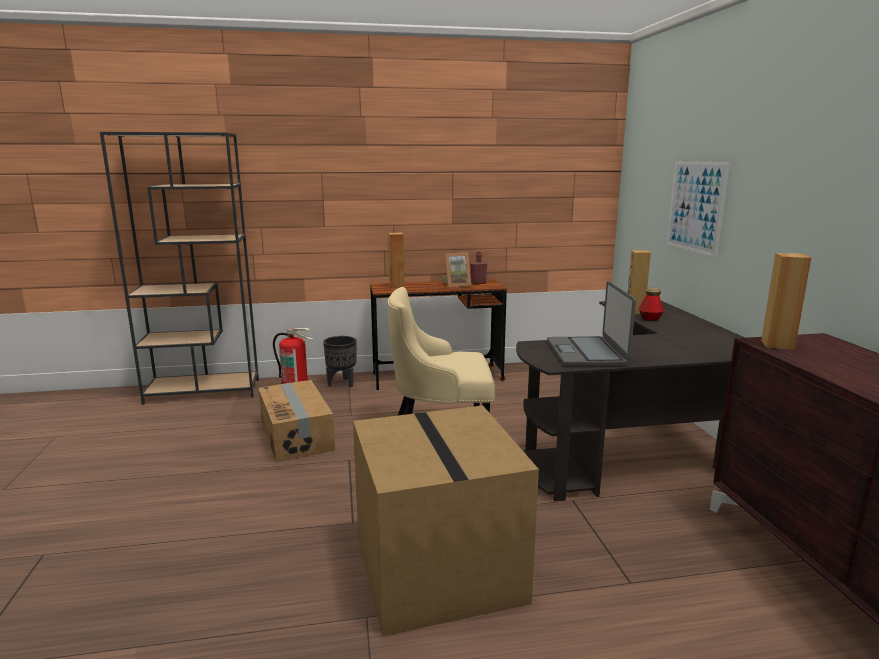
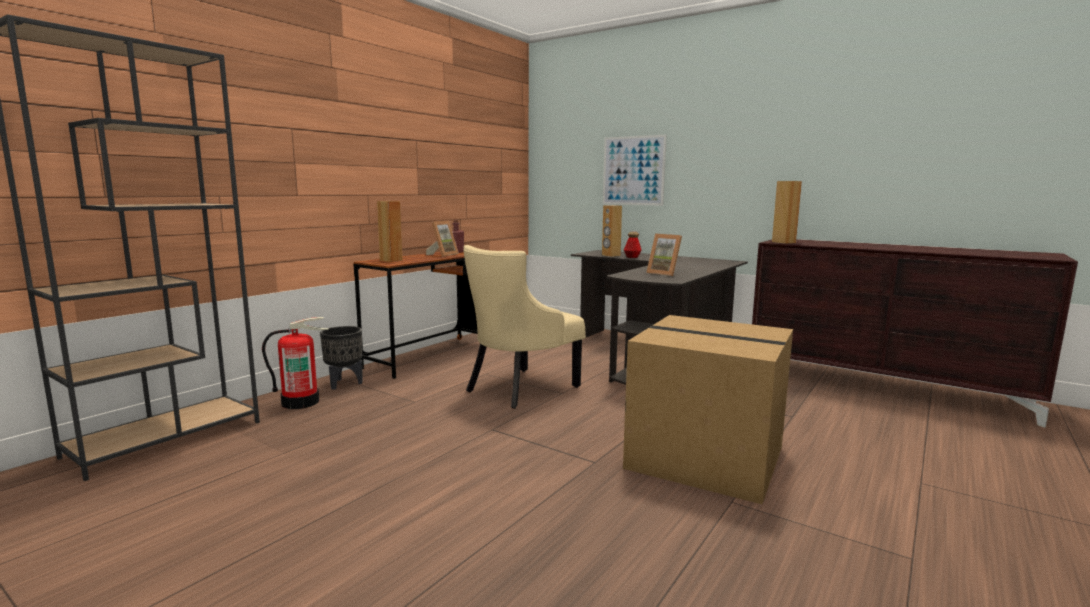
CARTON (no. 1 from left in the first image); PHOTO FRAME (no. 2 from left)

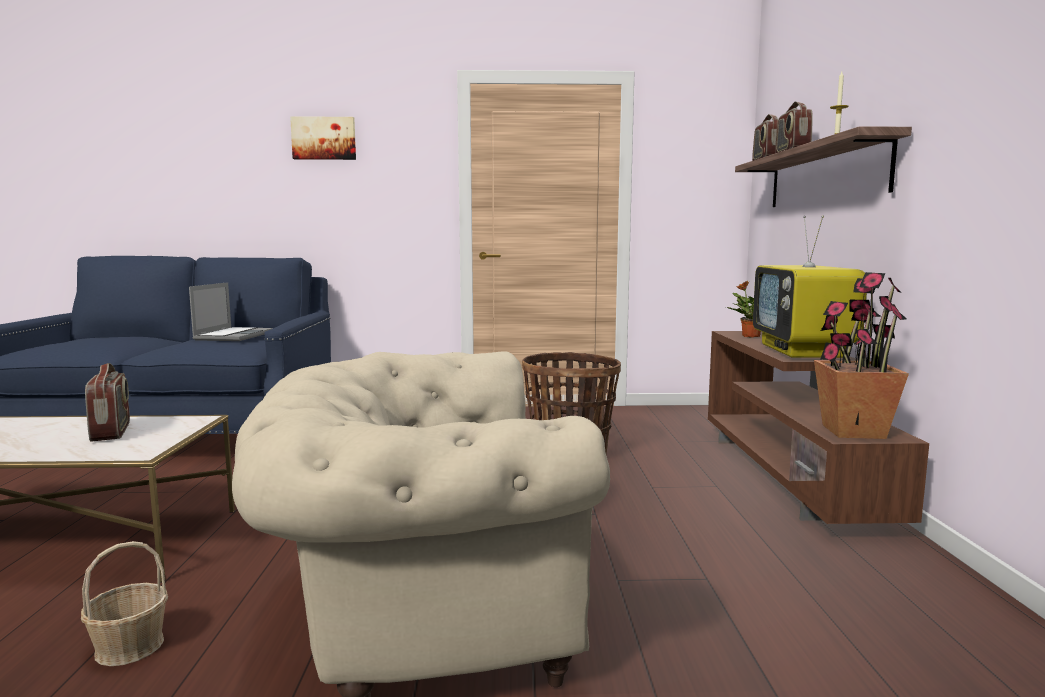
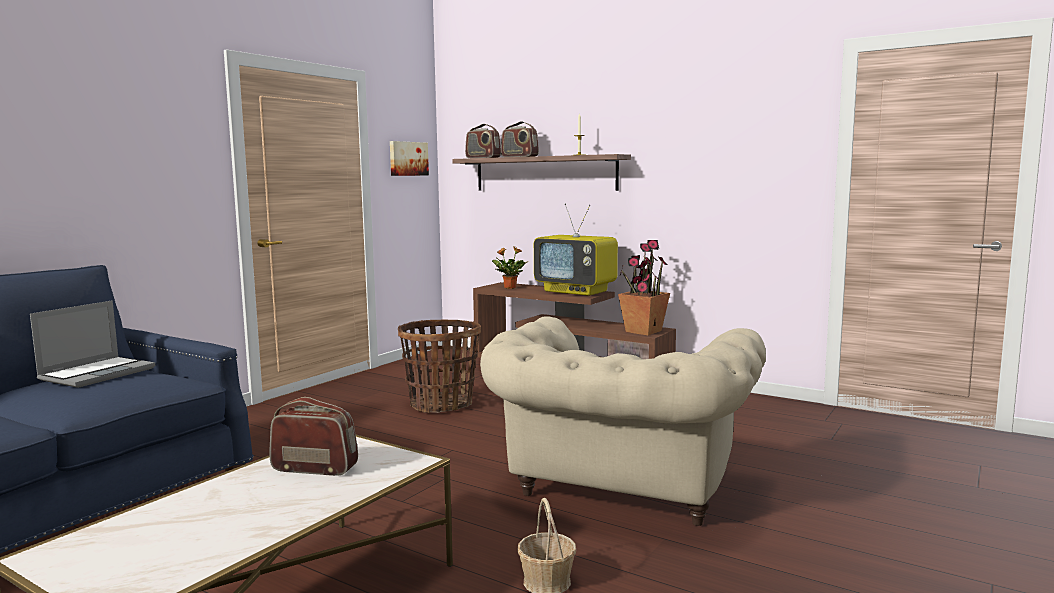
PICTURE; PORTABLE COMPUTER

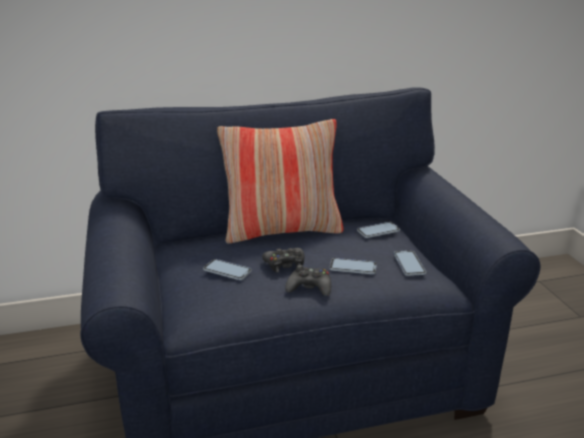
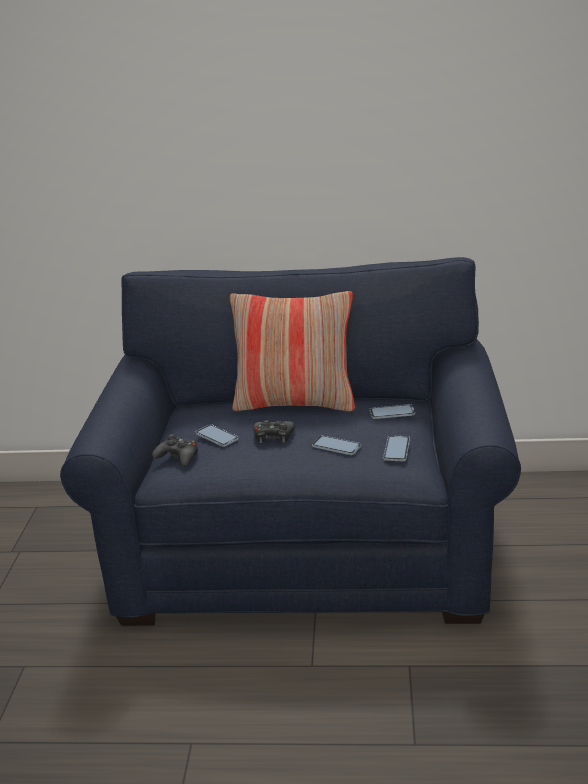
BLACK GAMEPAD (no. 1 from left)

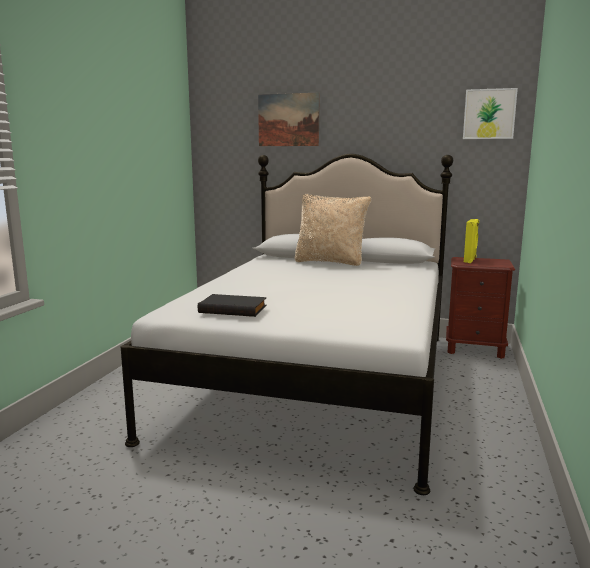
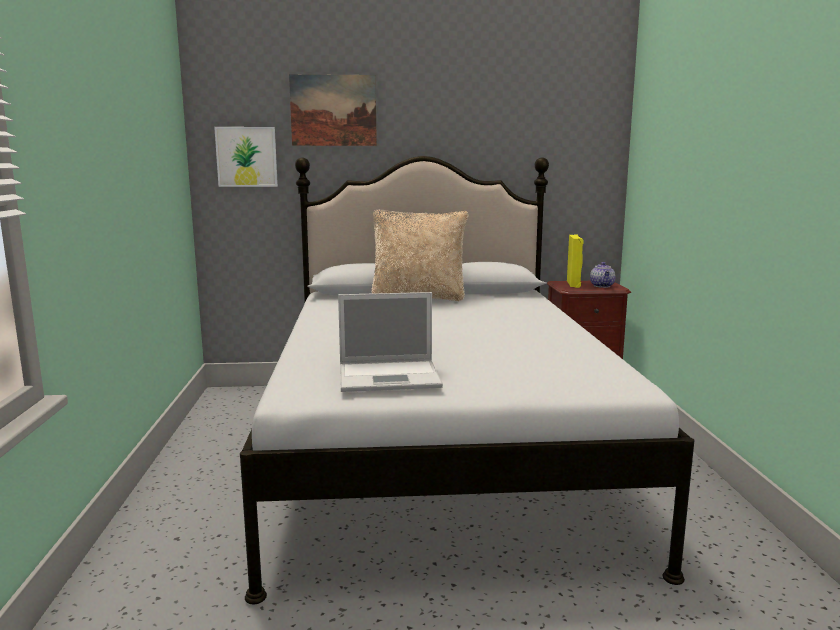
TEA POT; PICTURE (no. 1 from left); PORTABLE COMPUTER

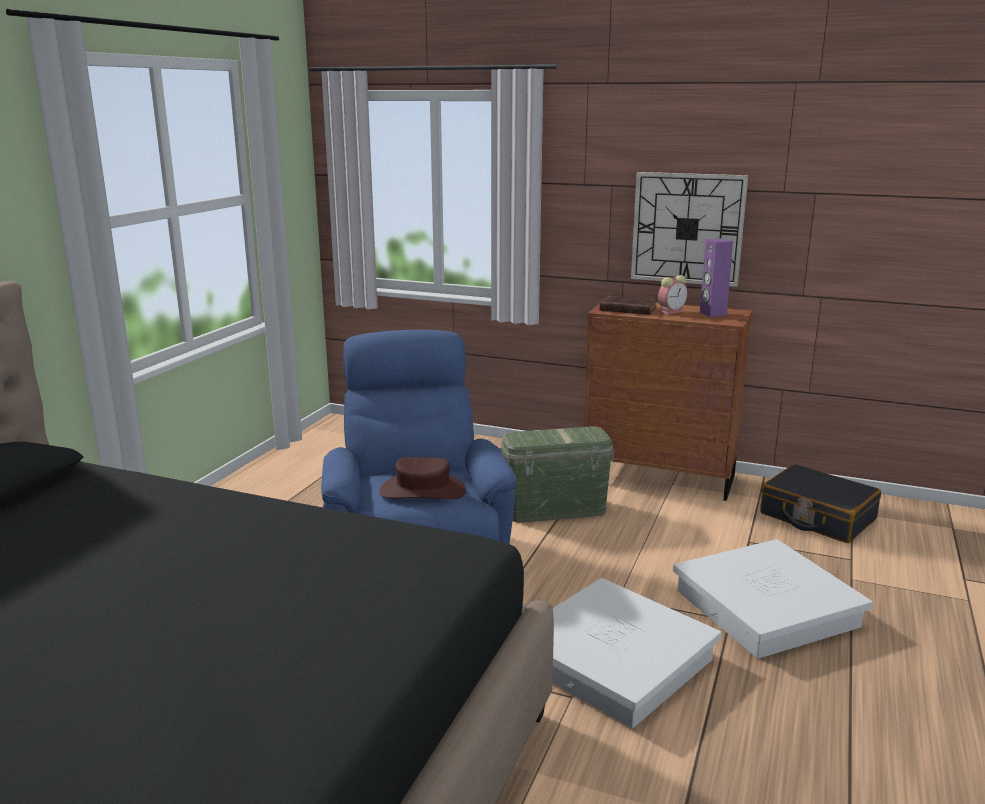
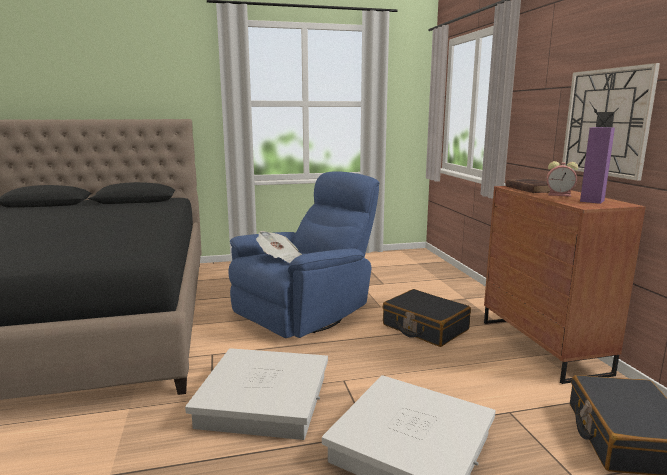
PRINTED PAPER; BLACK TRAVEL CASE (no. 1 from left)

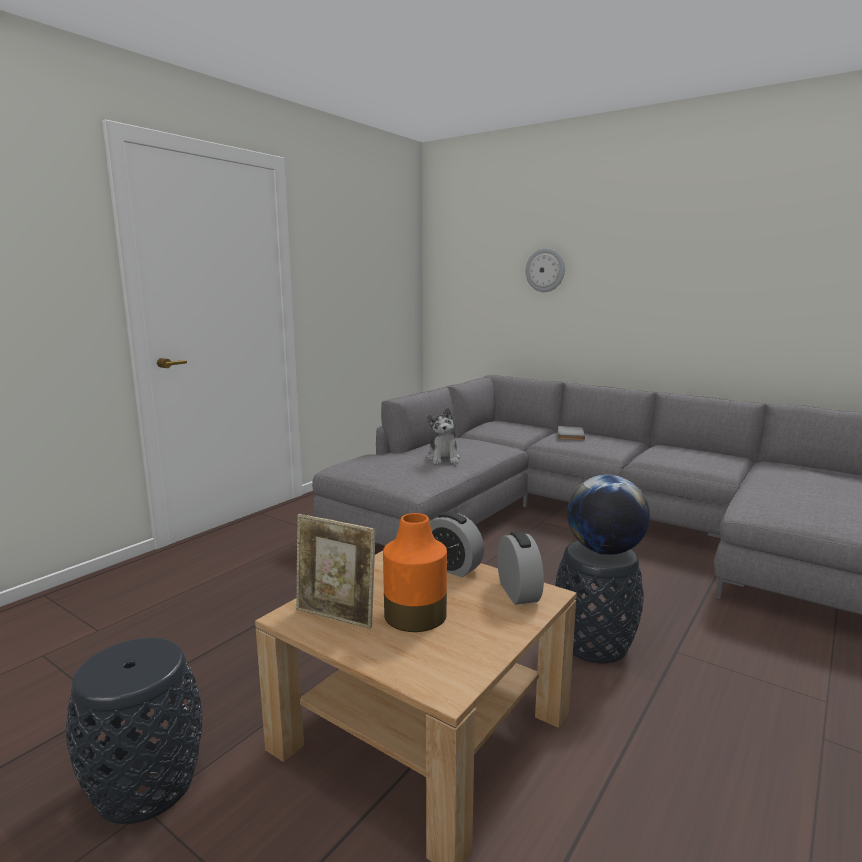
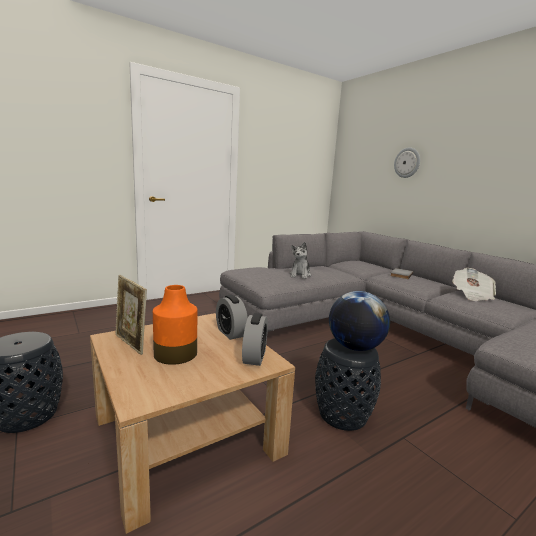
PRINTED PAPER

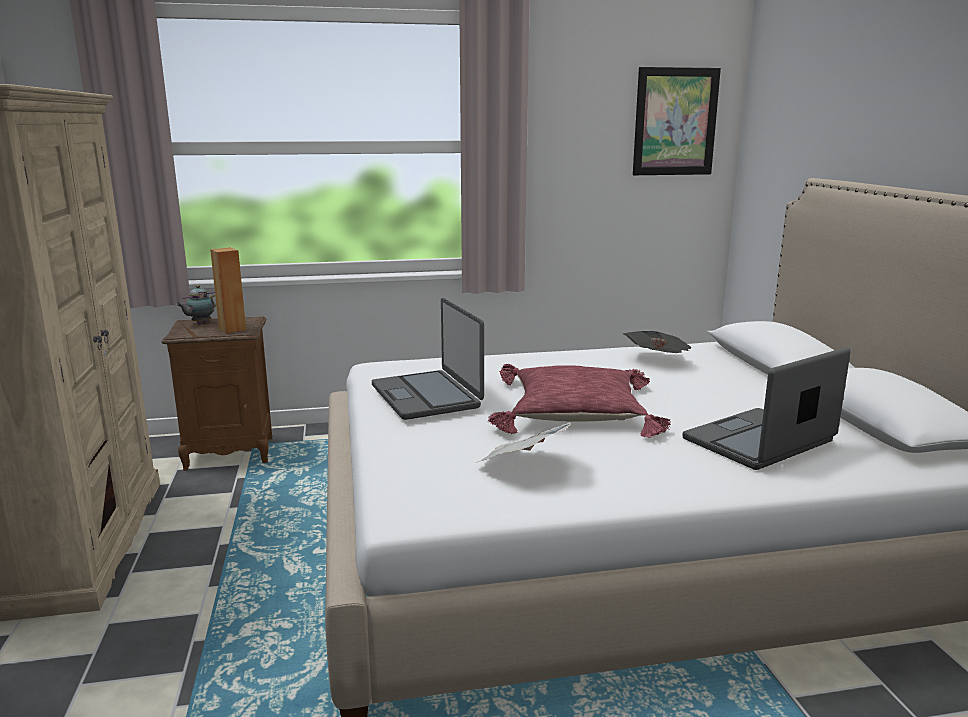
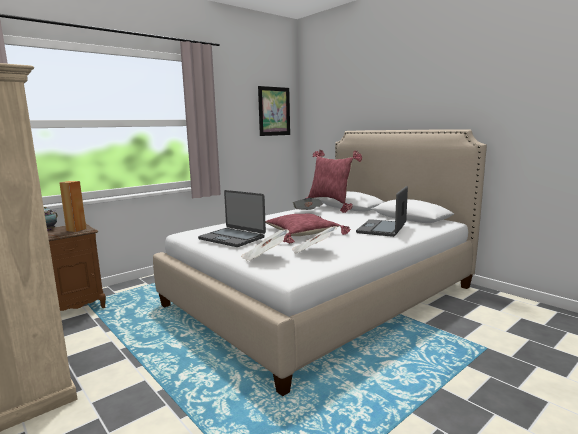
PRINTED PAPER (no. 1 from left); RED THROW PILLOW (no. 2 from left)

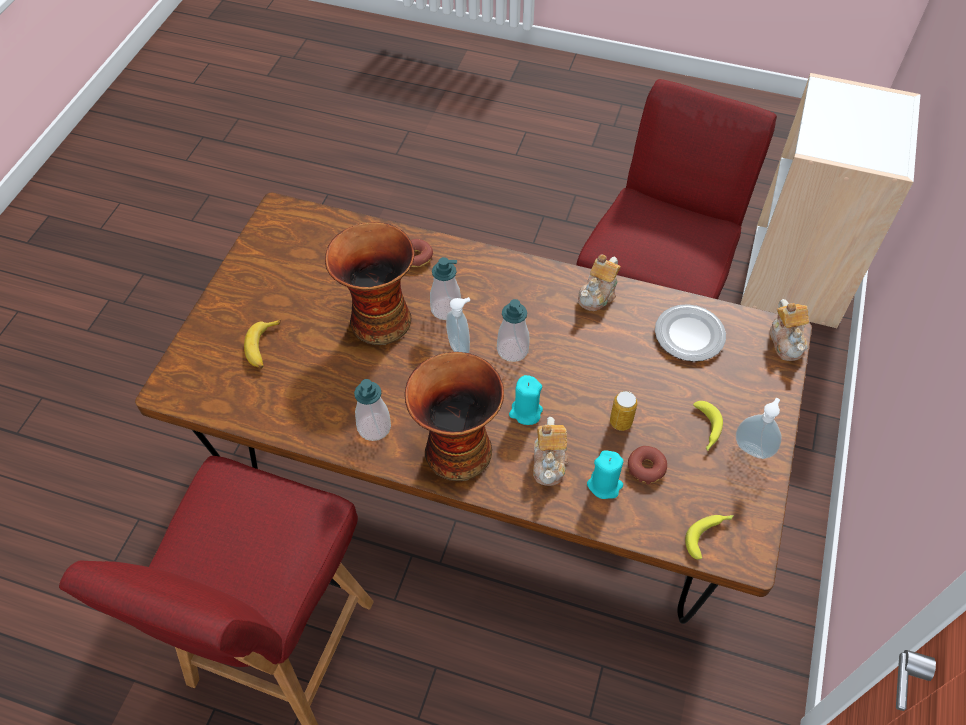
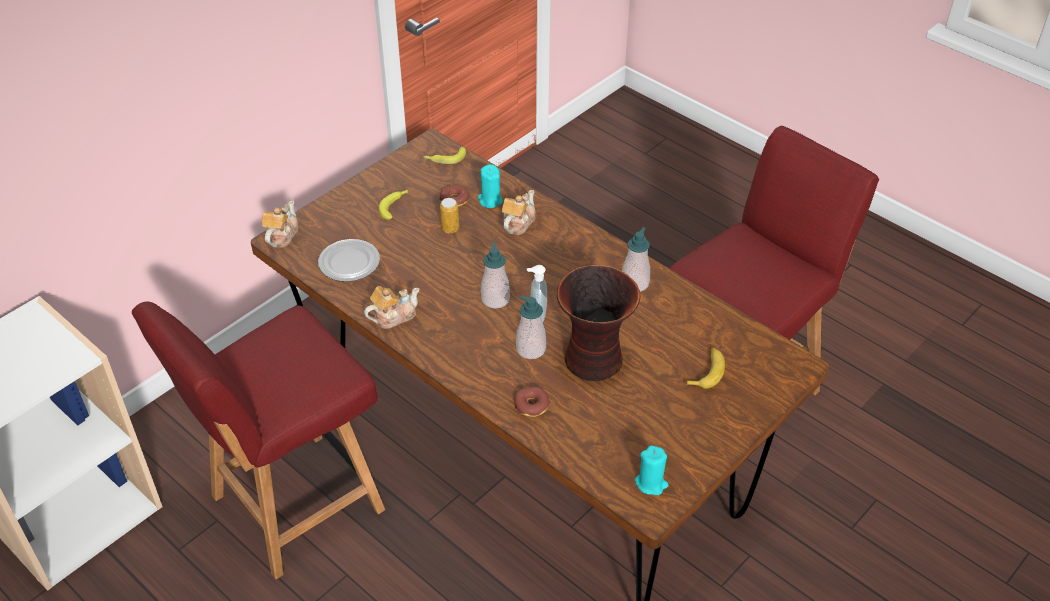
DECORATIVE VASE (no. 2 from left in the first image); SOAP DISPENSER (no. 5 from left in the first image); BLUE-GREEN CANDLE (no. 2 from left)

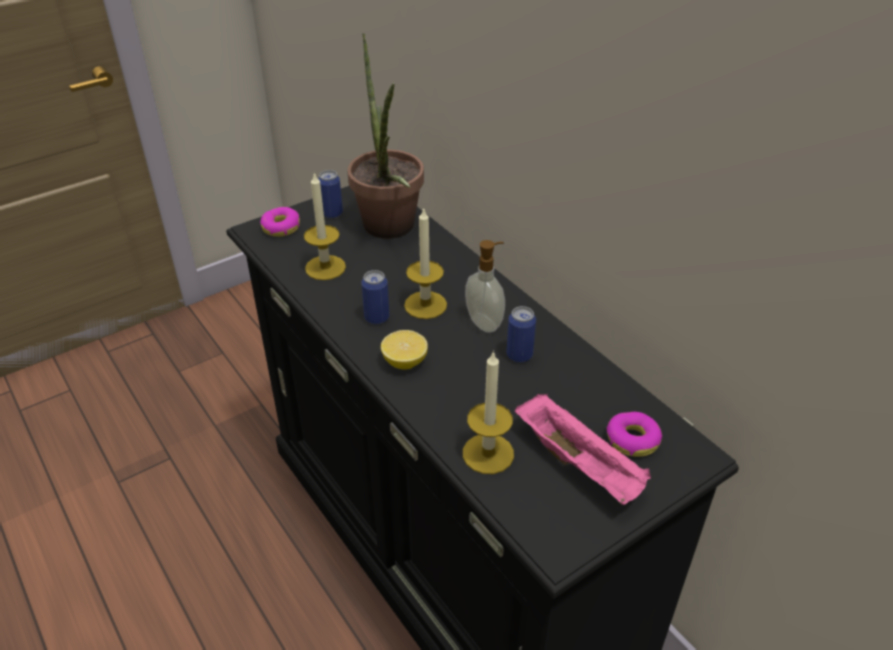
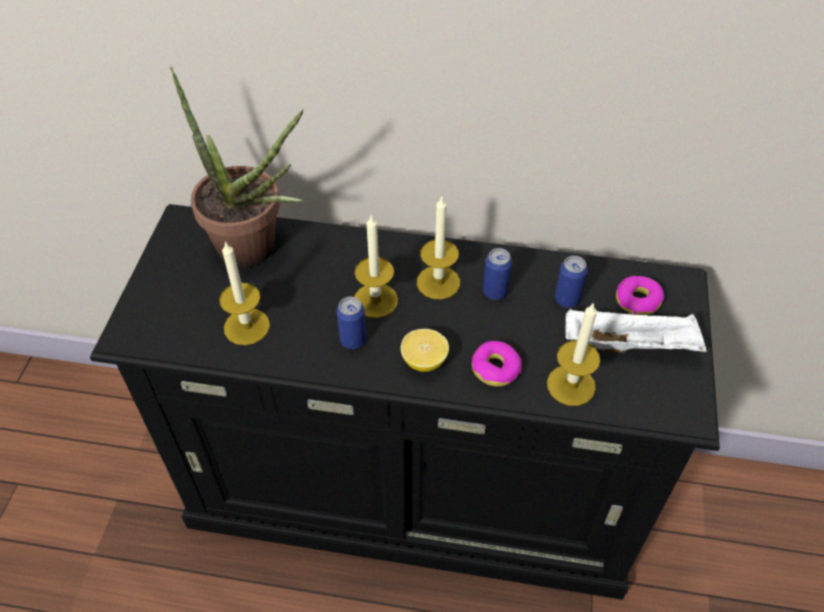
RING DOUGHNUT (no. 1 from left); METAL CAN (no. 3 from left); CANDLE (no. 3 from left); WHITISH CARRYING TRAY

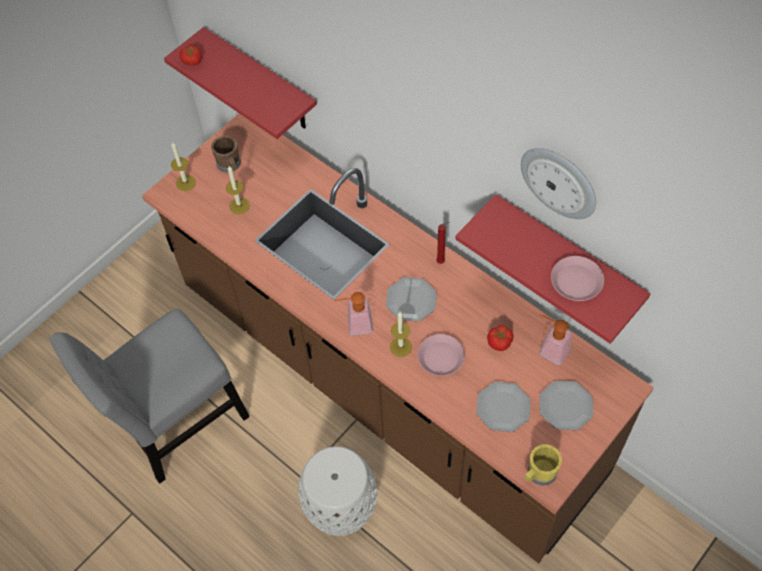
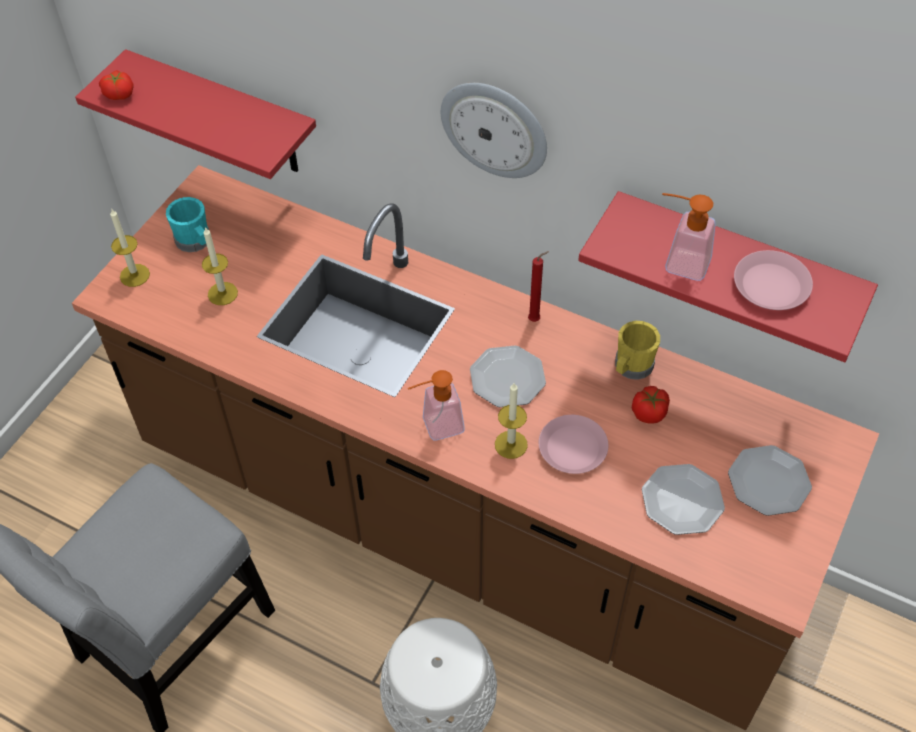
CLOCK ON THE WALL; YELLOW-COLOURED COFFEE MUG; SOAP DISPENSER (no. 2 from left); BLUE-GREEN COFFEE MUG

